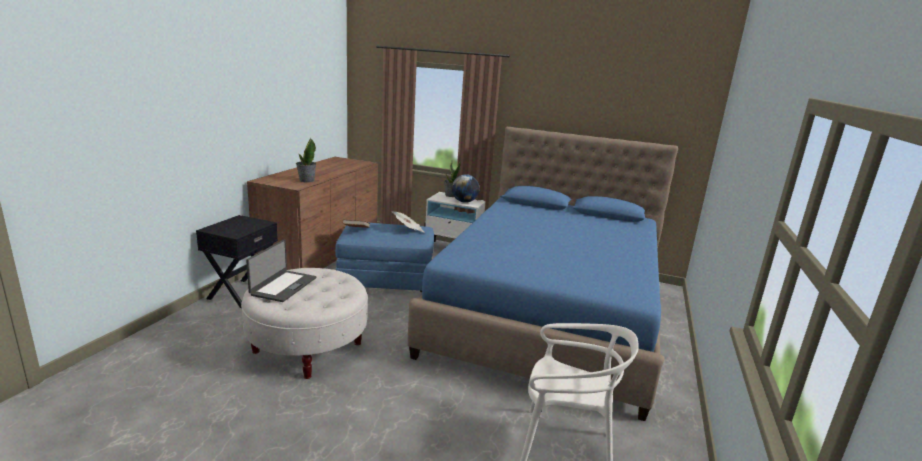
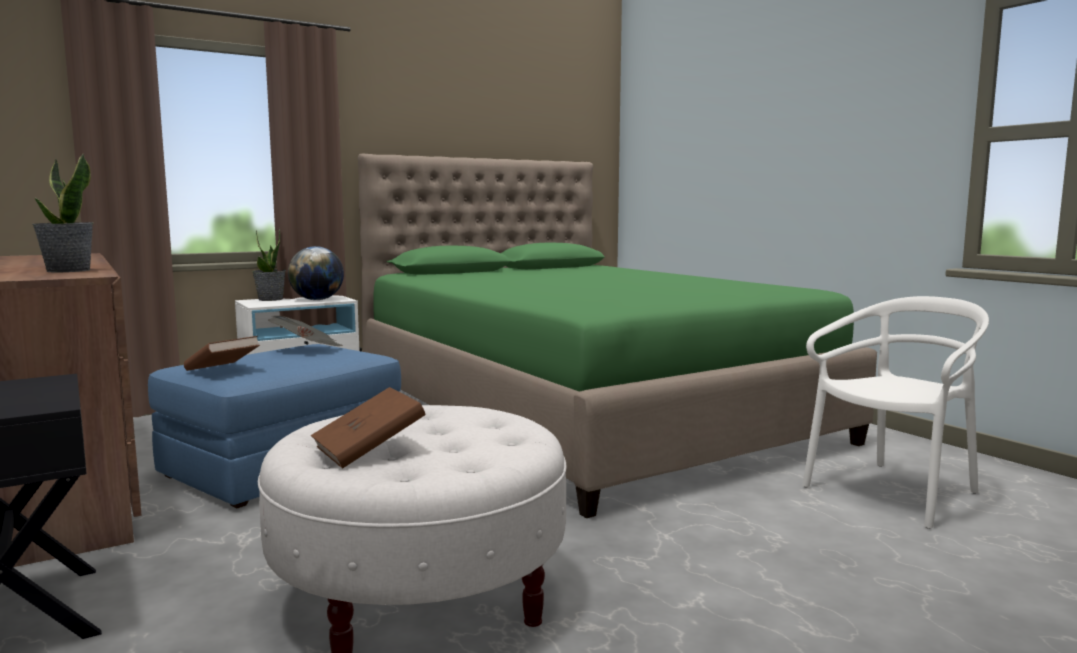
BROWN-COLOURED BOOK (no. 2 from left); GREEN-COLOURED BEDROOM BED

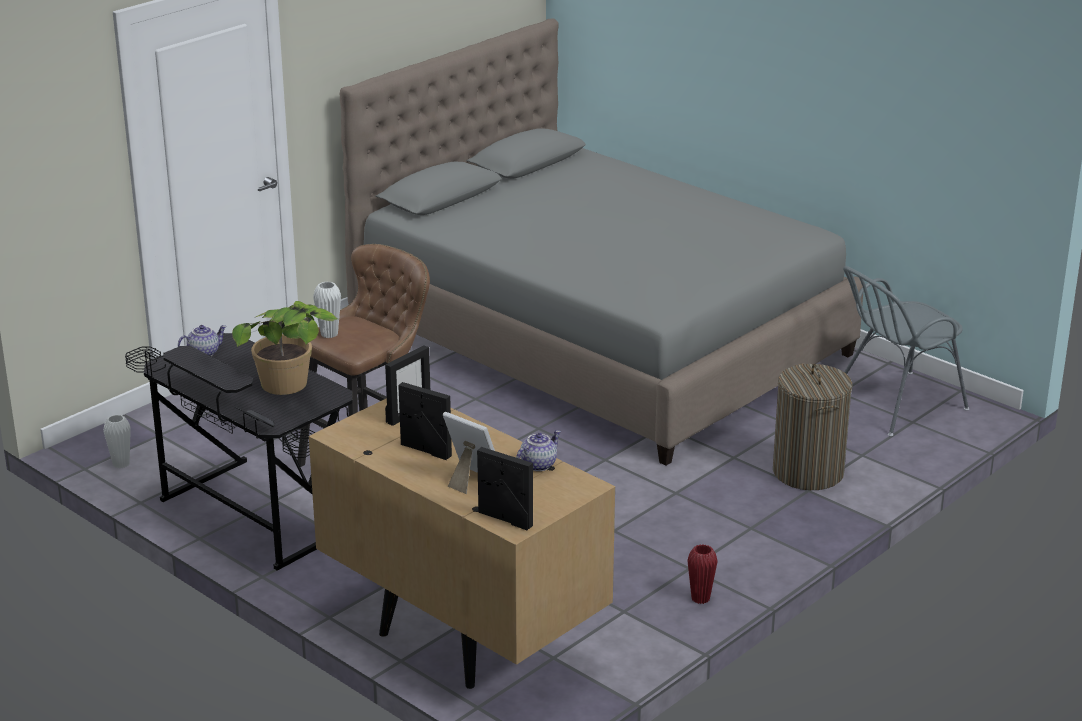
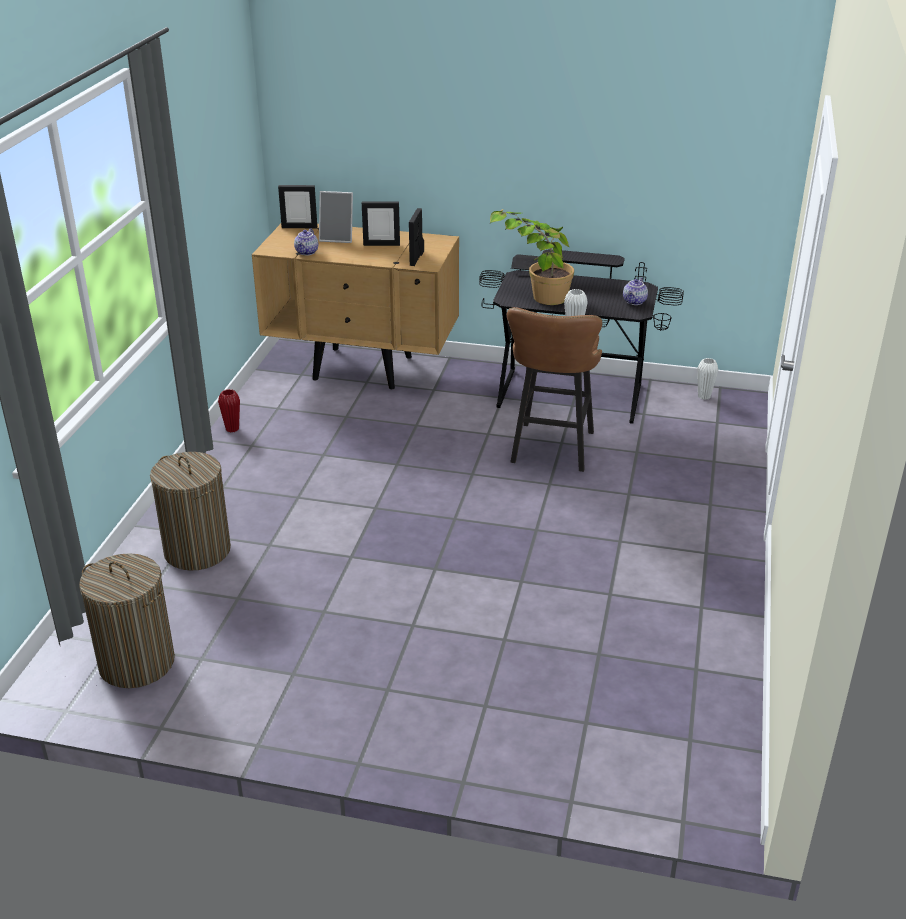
GRAY BEDROOM BED; WASHING BASKET (no. 1 from left)

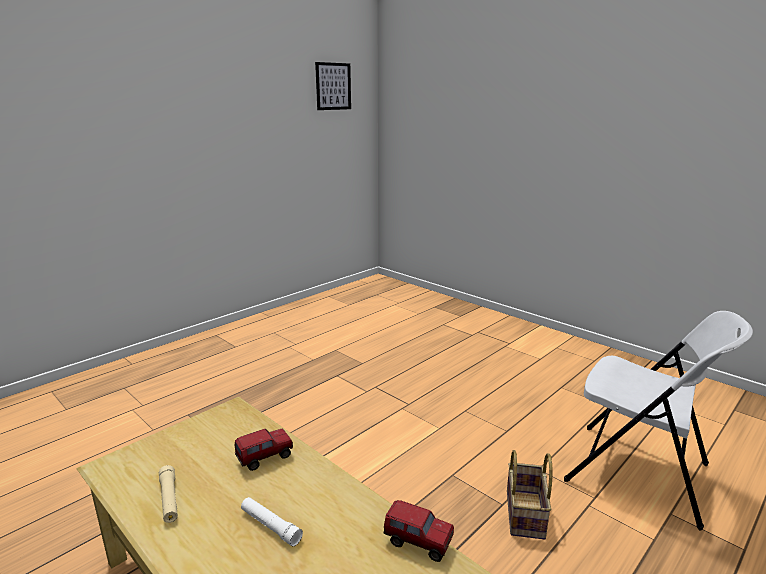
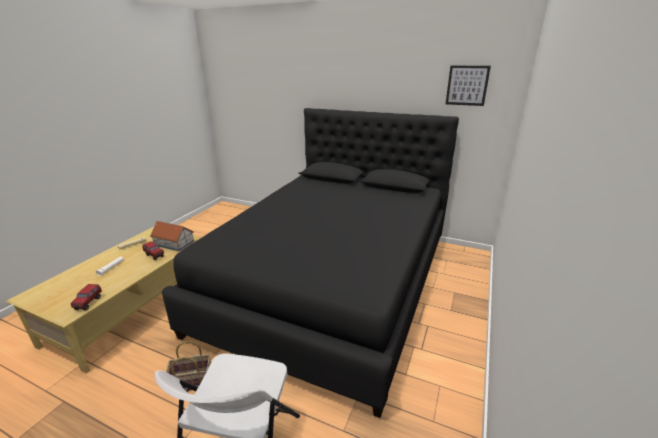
TOY HOUSE; BLACK BEDROOM BED

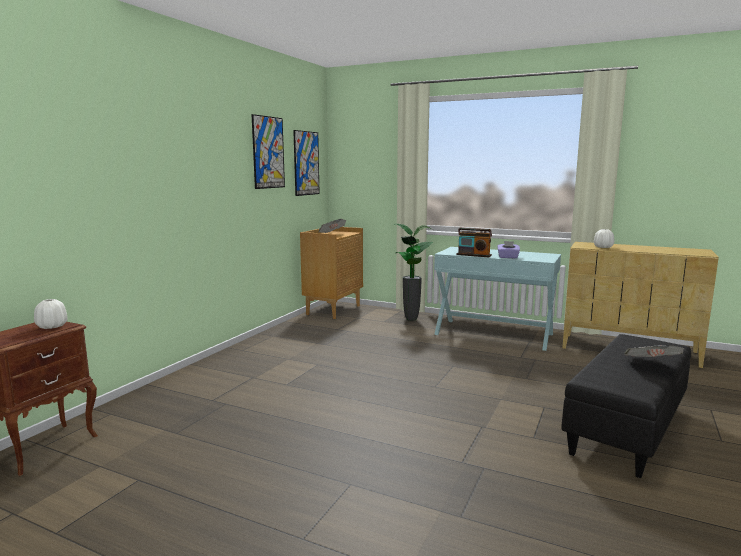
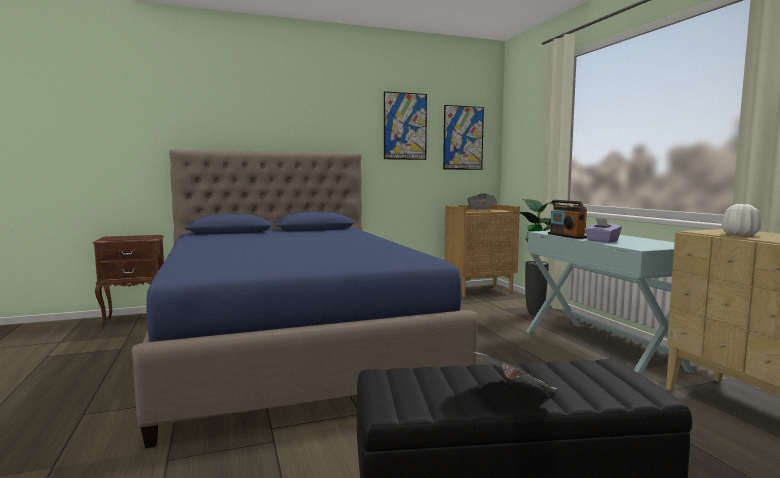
WHITISH DECORATIVE VASE (no. 1 from left in the first image); BLUE-COLOURED BEDROOM BED

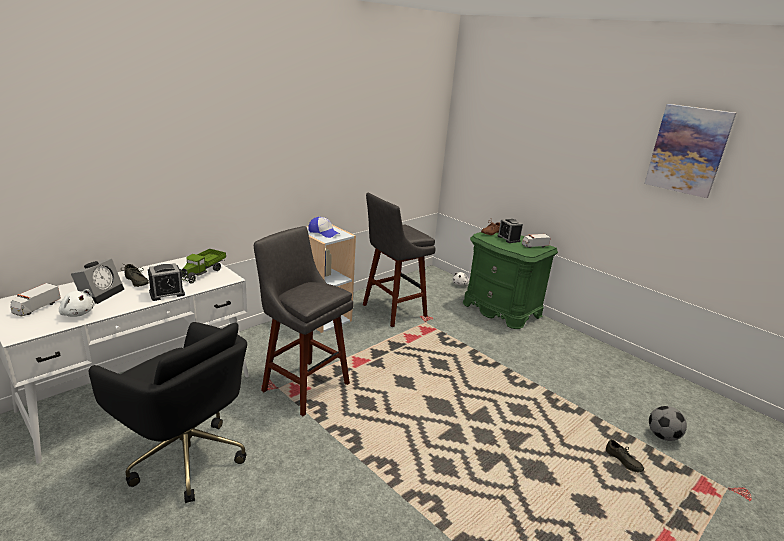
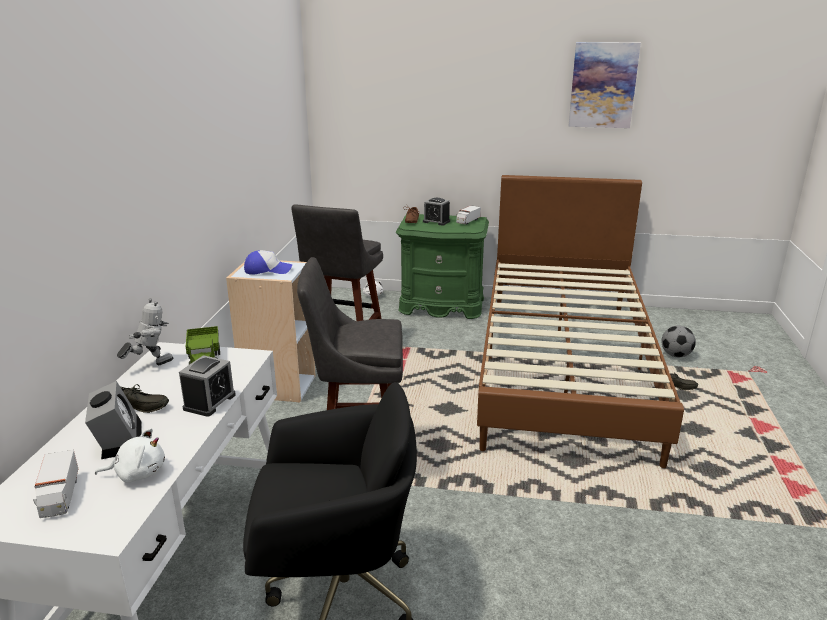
TOY ROBOT; BROWN-COLOURED BEDROOM BED

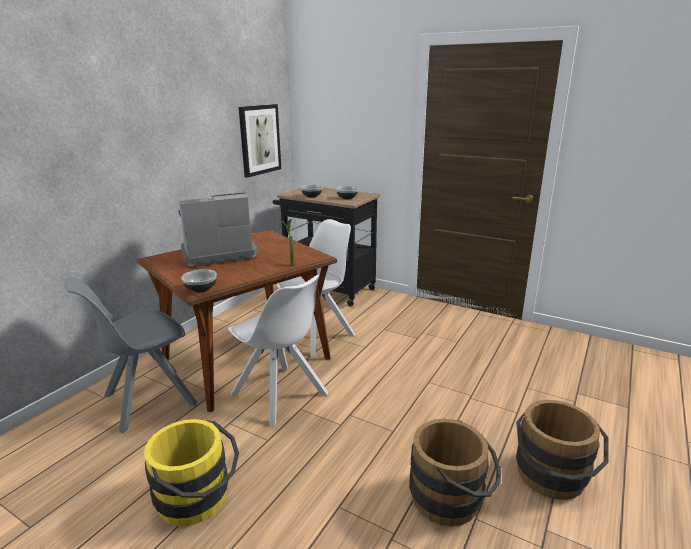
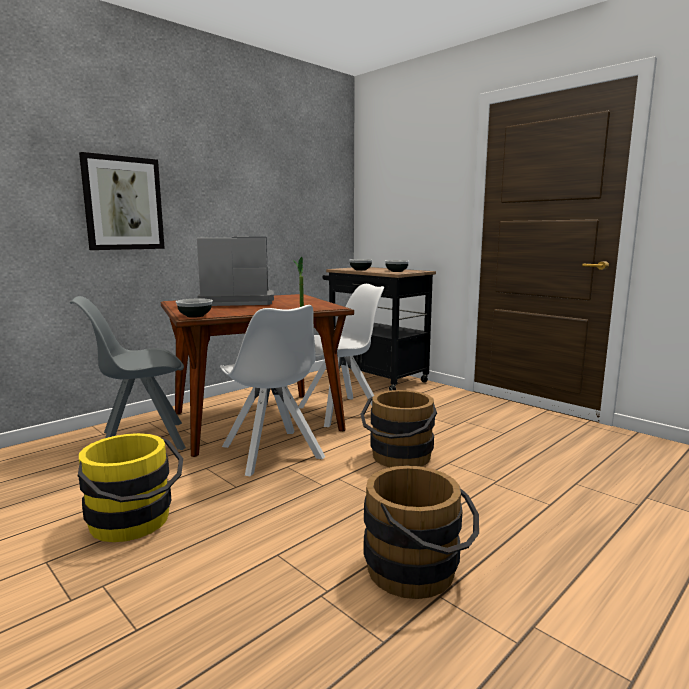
PICTURE; BROWN-COLOURED WATER BUCKET (no. 1 from left)

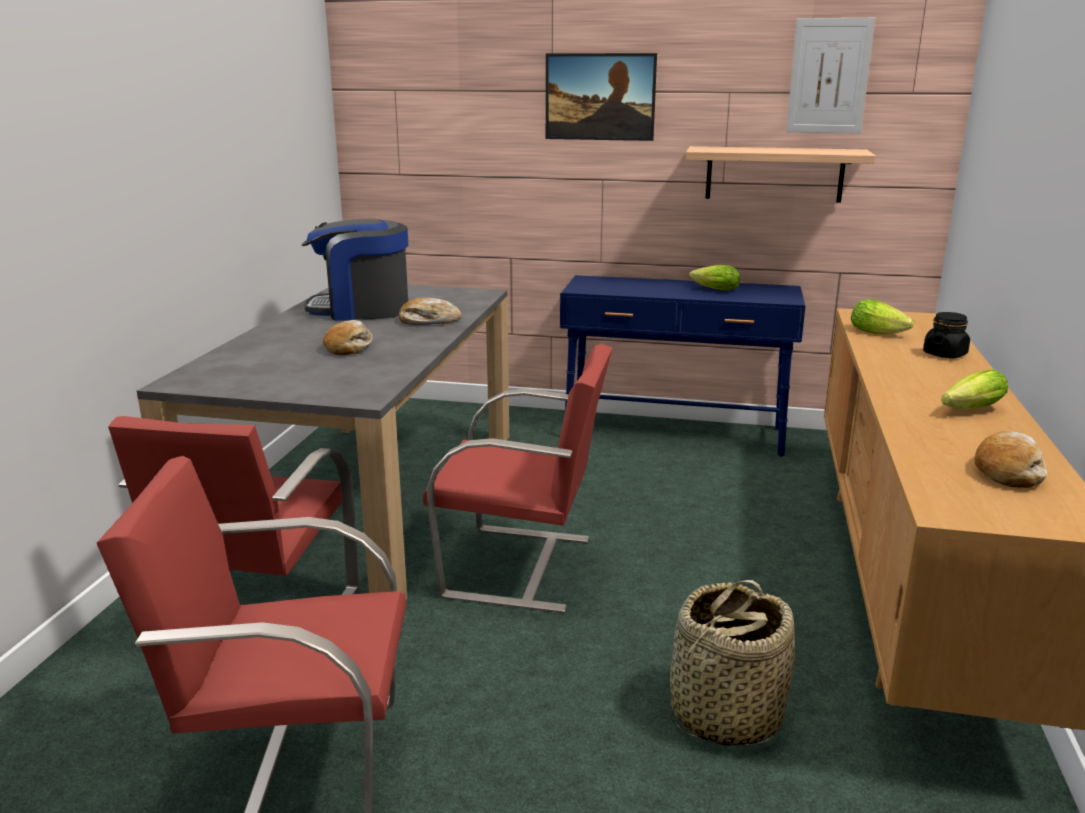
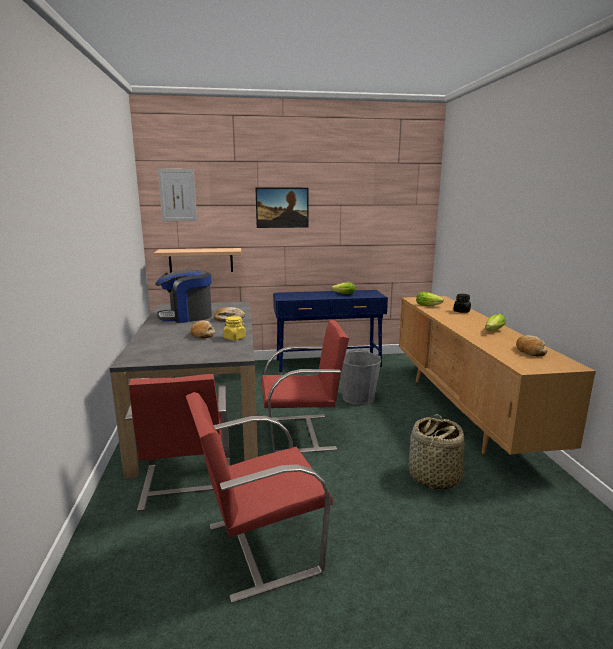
YELLOW-COLOURED STORAGE JAR; GRAY WATER BUCKET; BRACKET SHELF; PICTURE (no. 1 from left)

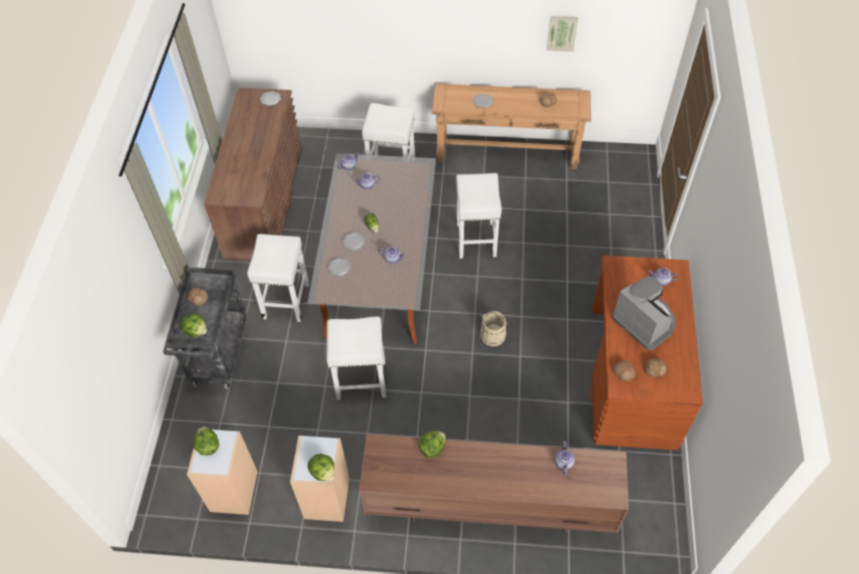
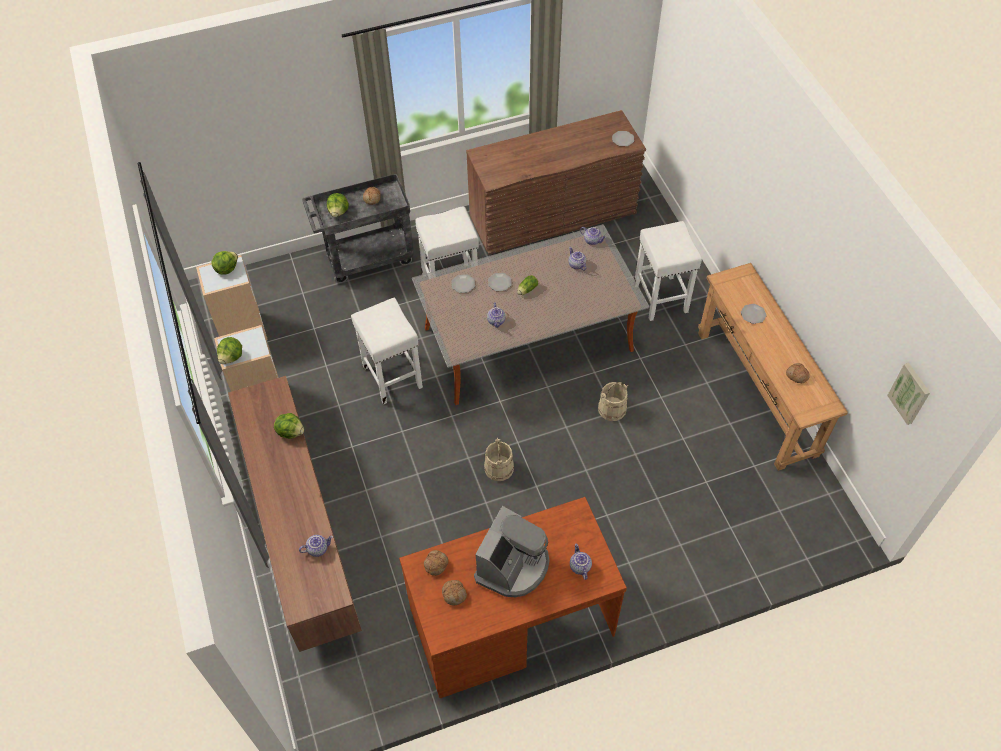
PICTURE; BEIGE-COLOURED WATER BUCKET (no. 2 from left)

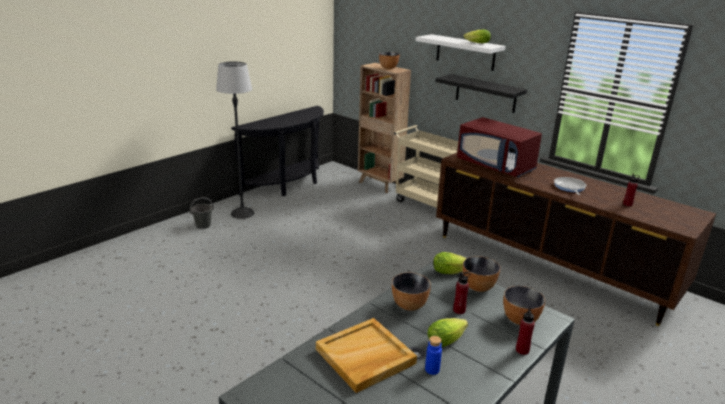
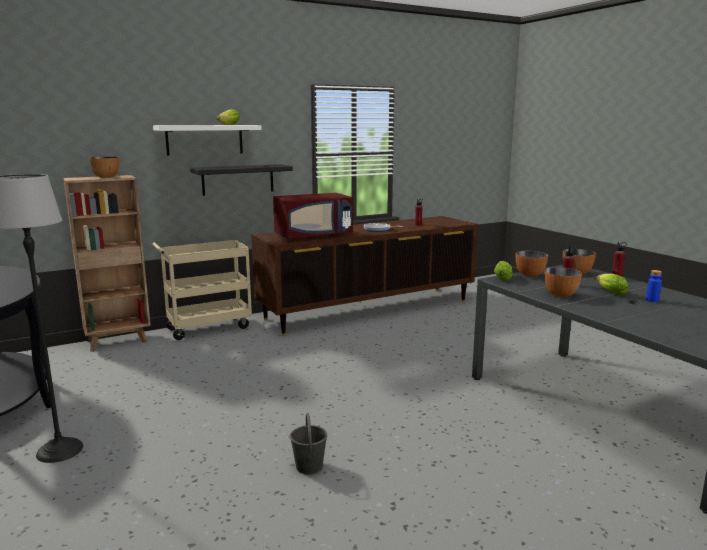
BEIGE-COLOURED CARRYING TRAY; GRAY WATER BUCKET

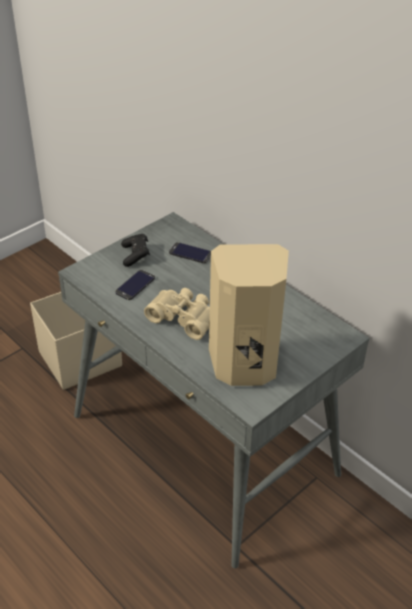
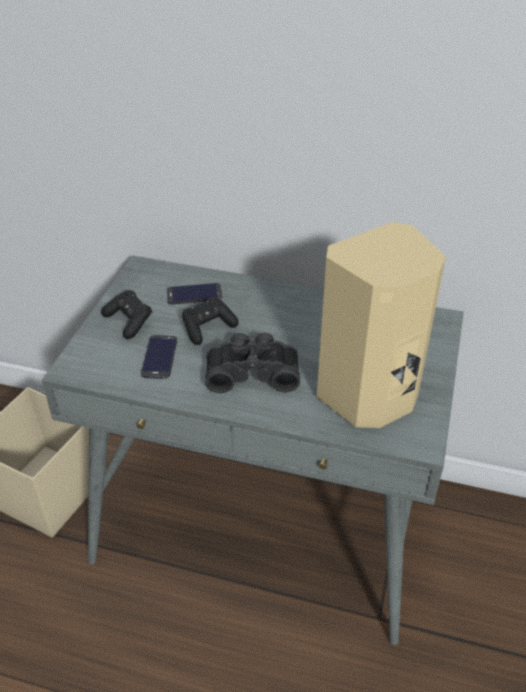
BLACK GAMEPAD (no. 2 from left); BLACK FIELD GLASSES

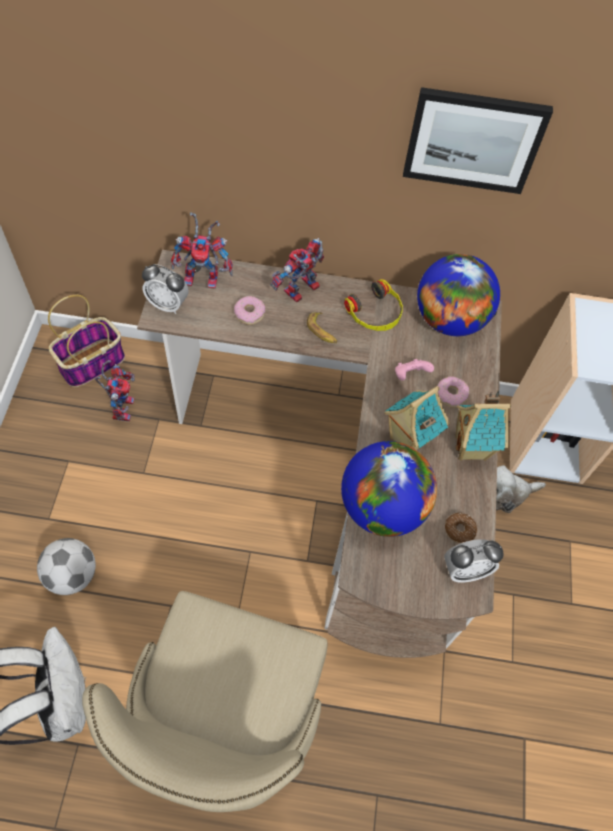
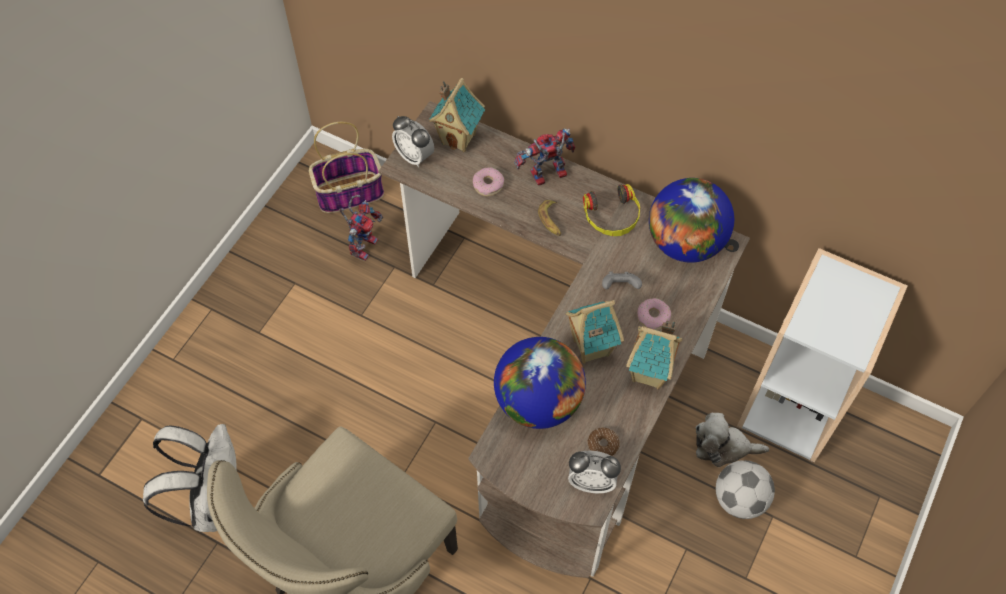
PICTURE; FOOTBALL BALL; TOY HOUSE (no. 1 from left); GRAY GAMEPAD

